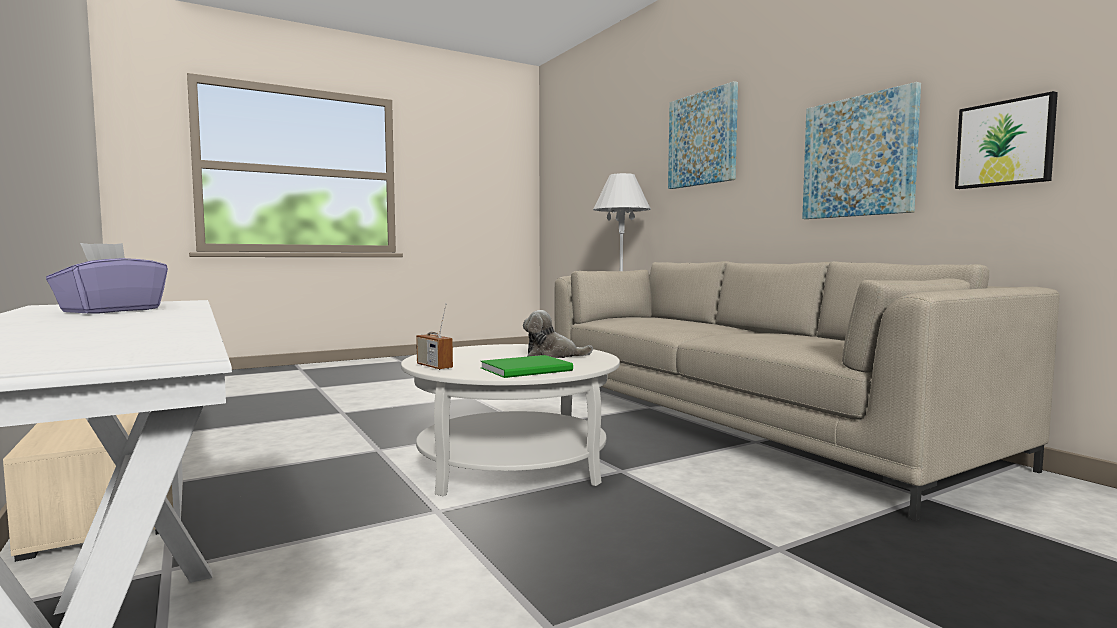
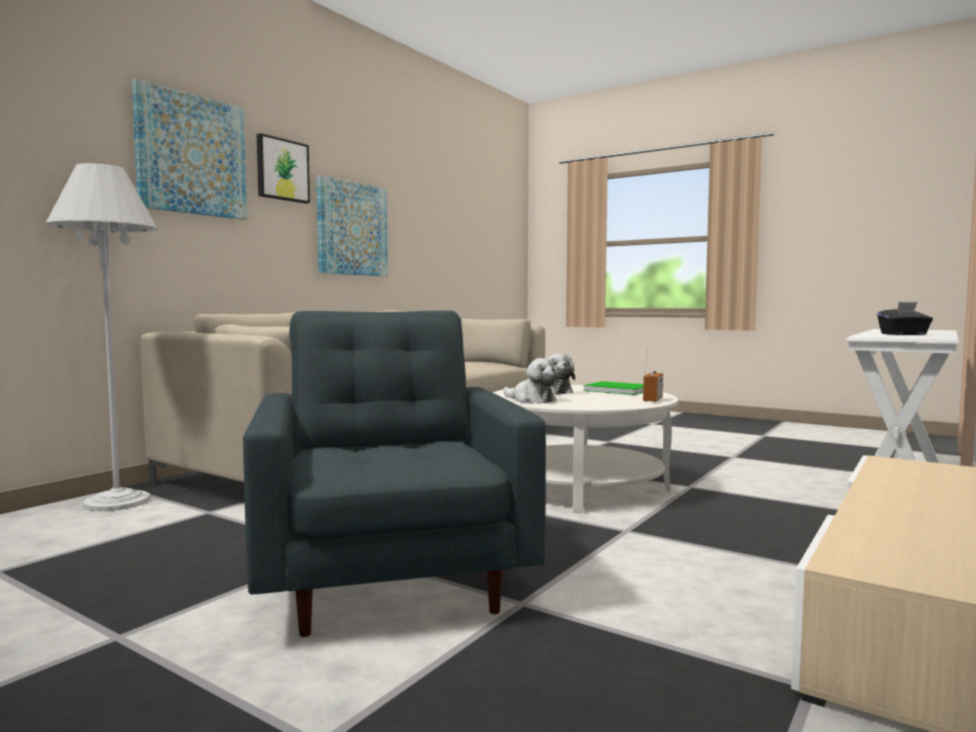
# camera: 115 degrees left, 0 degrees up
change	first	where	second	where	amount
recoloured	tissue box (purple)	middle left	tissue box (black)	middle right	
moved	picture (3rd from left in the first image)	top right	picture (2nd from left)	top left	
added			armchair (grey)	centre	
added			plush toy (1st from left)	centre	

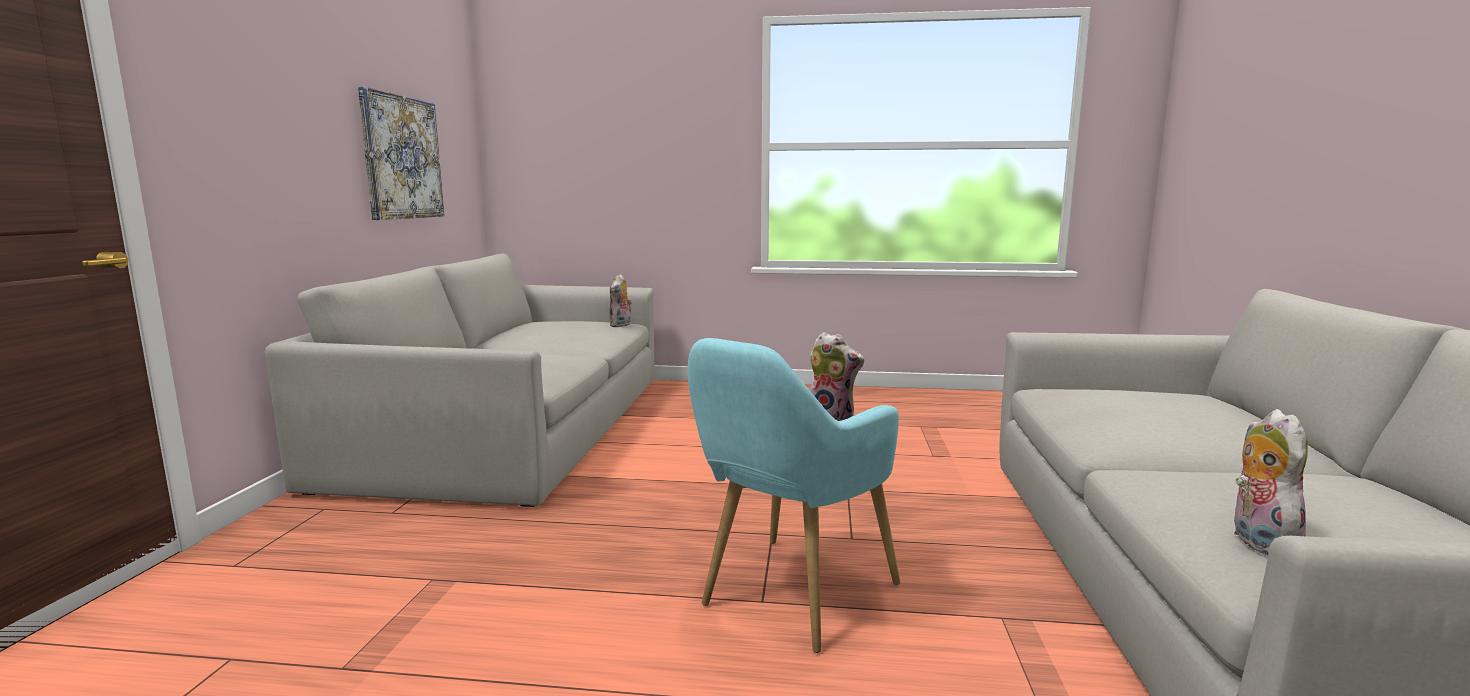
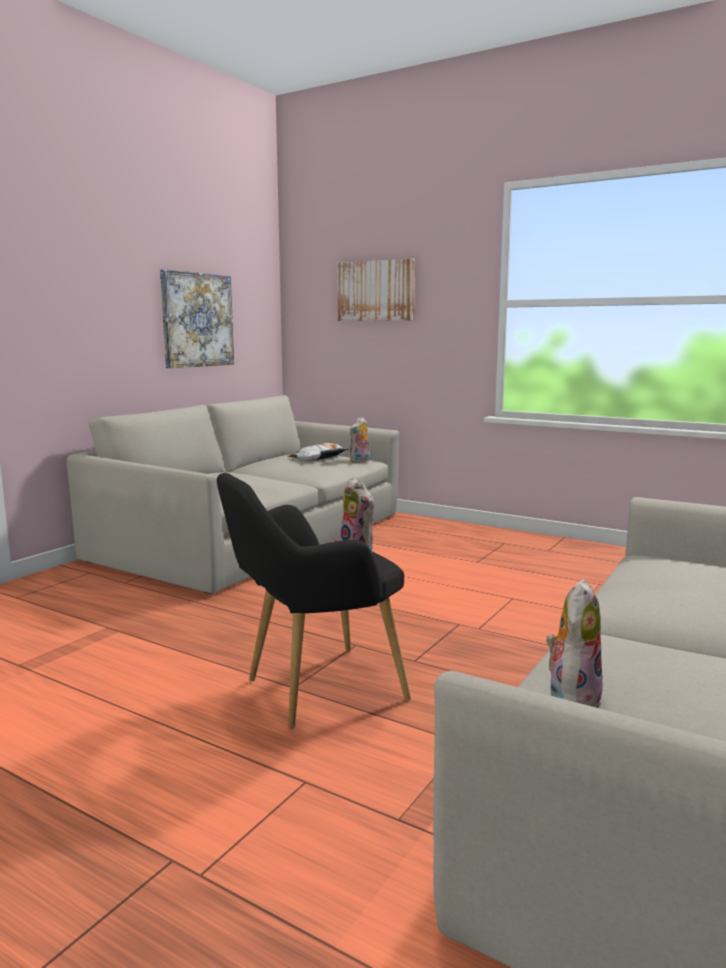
# camera: 25 degrees right, 0 degrees up
change	first	where	second	where	amount
recoloured	armchair (turquoise)	bottom centre	armchair (black)	centre	
added			pillow	centre	
added			picture (2nd from left)	top centre	

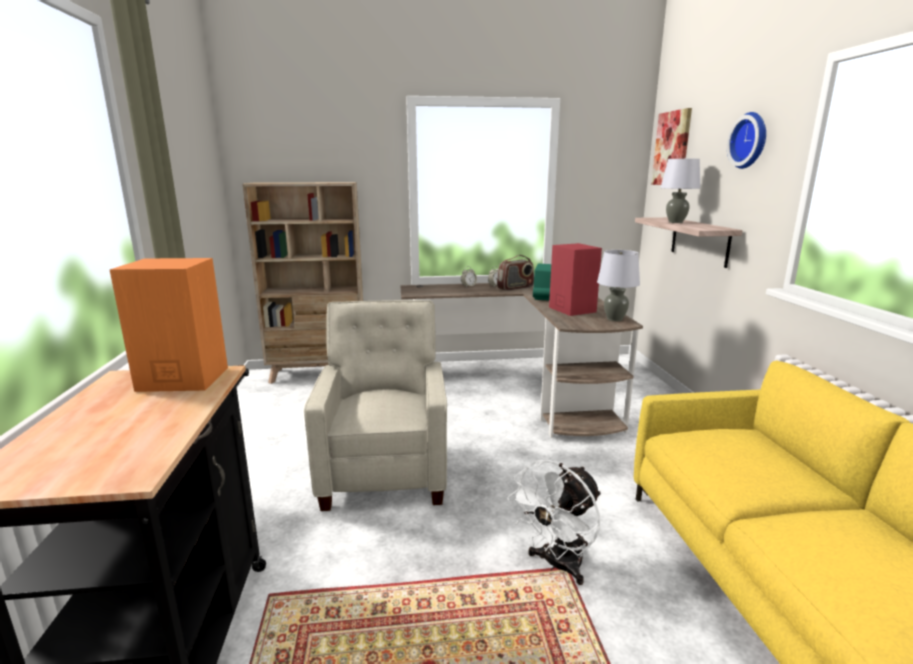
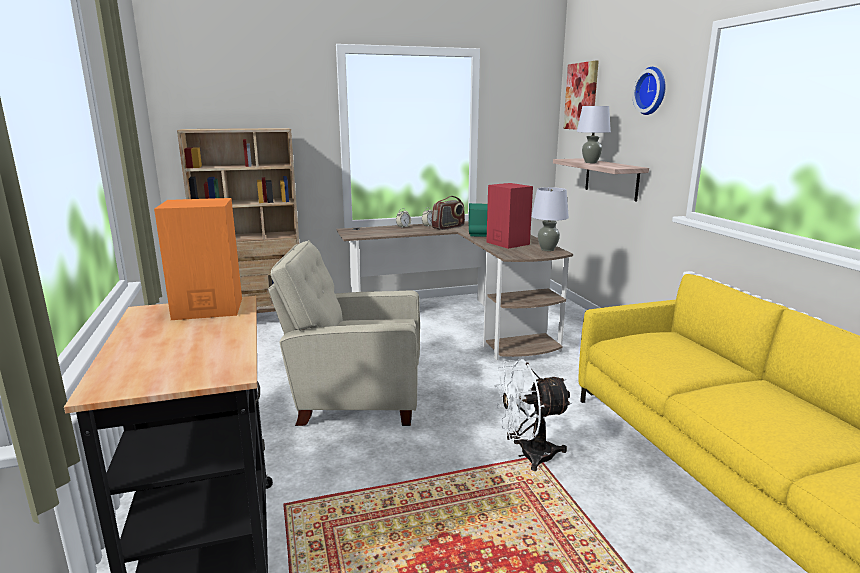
# camera: 10 degrees left, 0 degrees up
change	first	where	second	where	amount
turned	armchair (beige)	centre		centre	75 degrees counterclockwise
turned	fan (white)	bottom centre		bottom centre	45 degrees clockwise

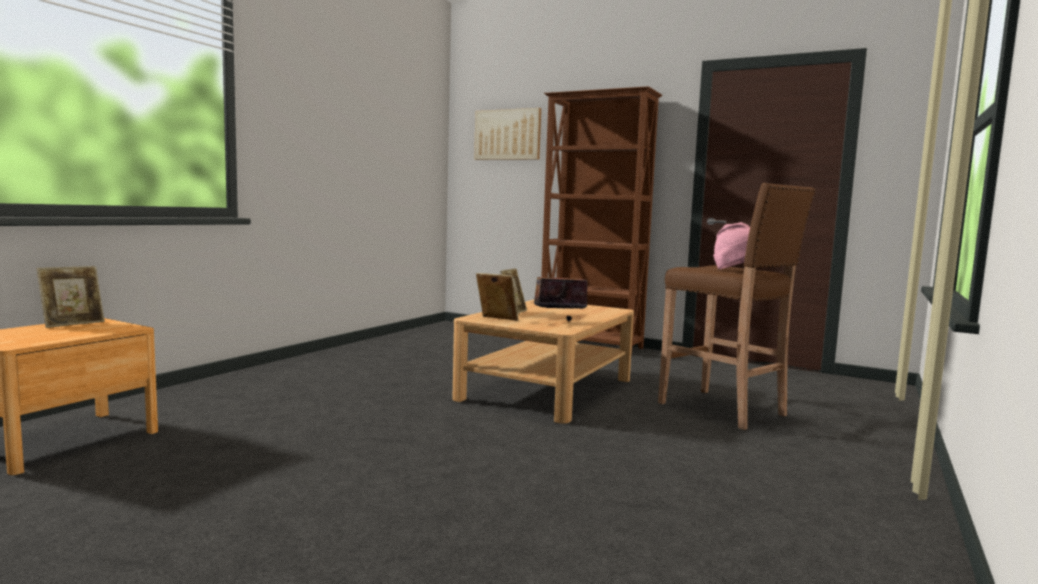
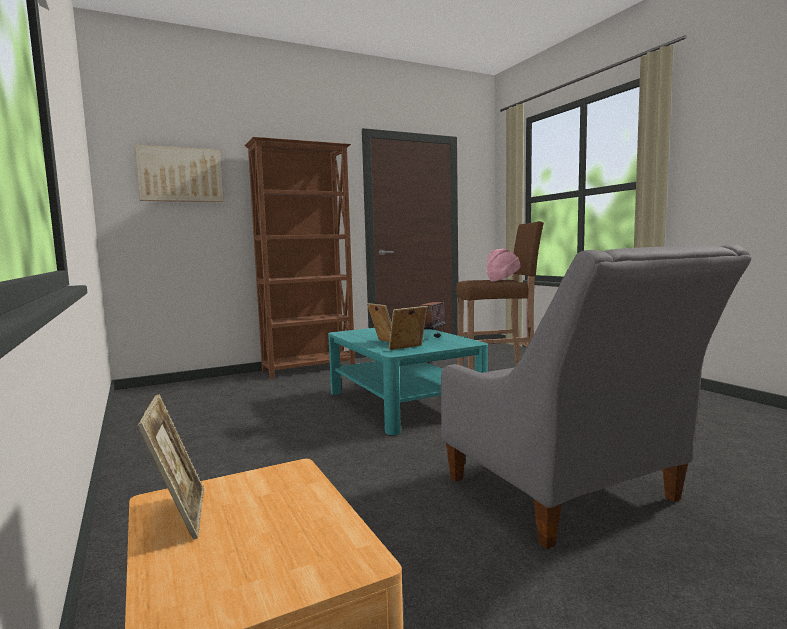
# camera: 55 degrees left, 0 degrees up
change	first	where	second	where	amount
recoloured	coffee table (beige)	centre	coffee table (turquoise)	centre	
added			armchair (grey)	middle right	

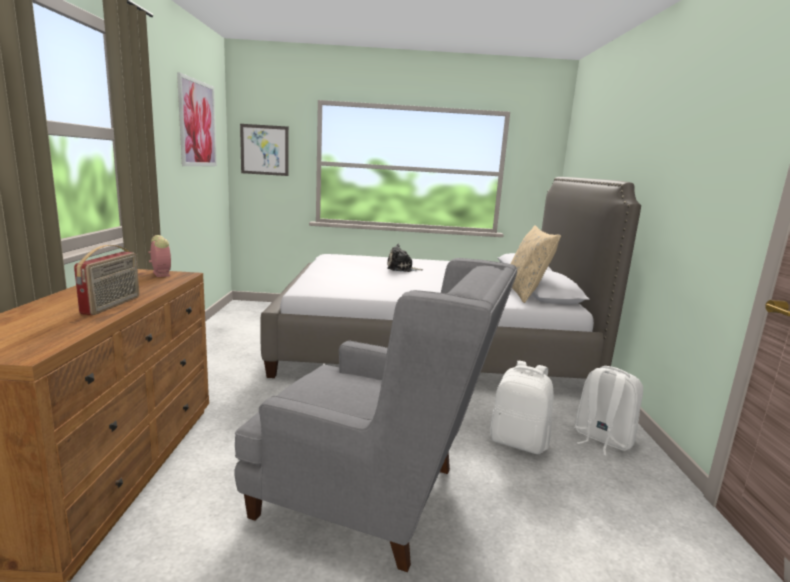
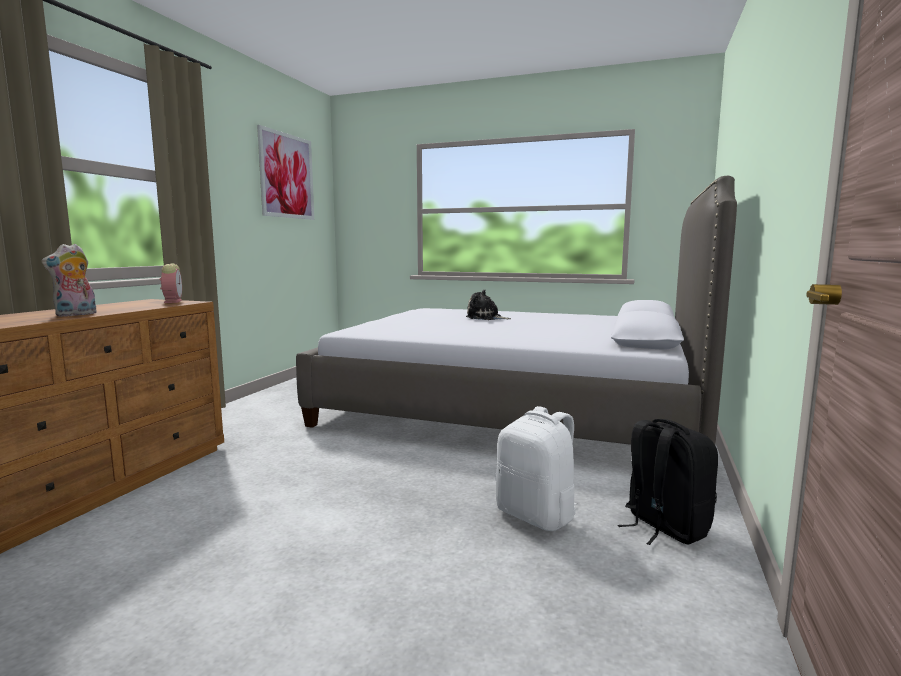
# camera: 20 degrees right, 5 degrees down
change	first	where	second	where	amount
replaced	radio	middle left	plush toy (1st from left)	middle left	
removed	armchair (grey)	bottom centre			
removed	picture (2nd from left)	top centre			
removed	pillow (beige)	middle right			
recoloured	backpack (white) (2nd from left)	bottom right	backpack (black)	bottom right	

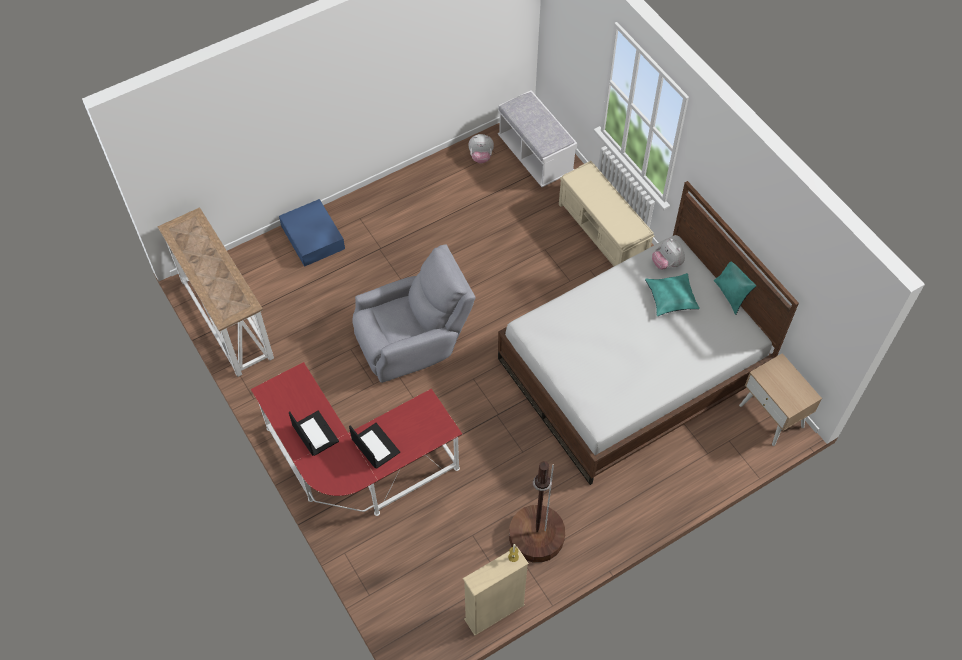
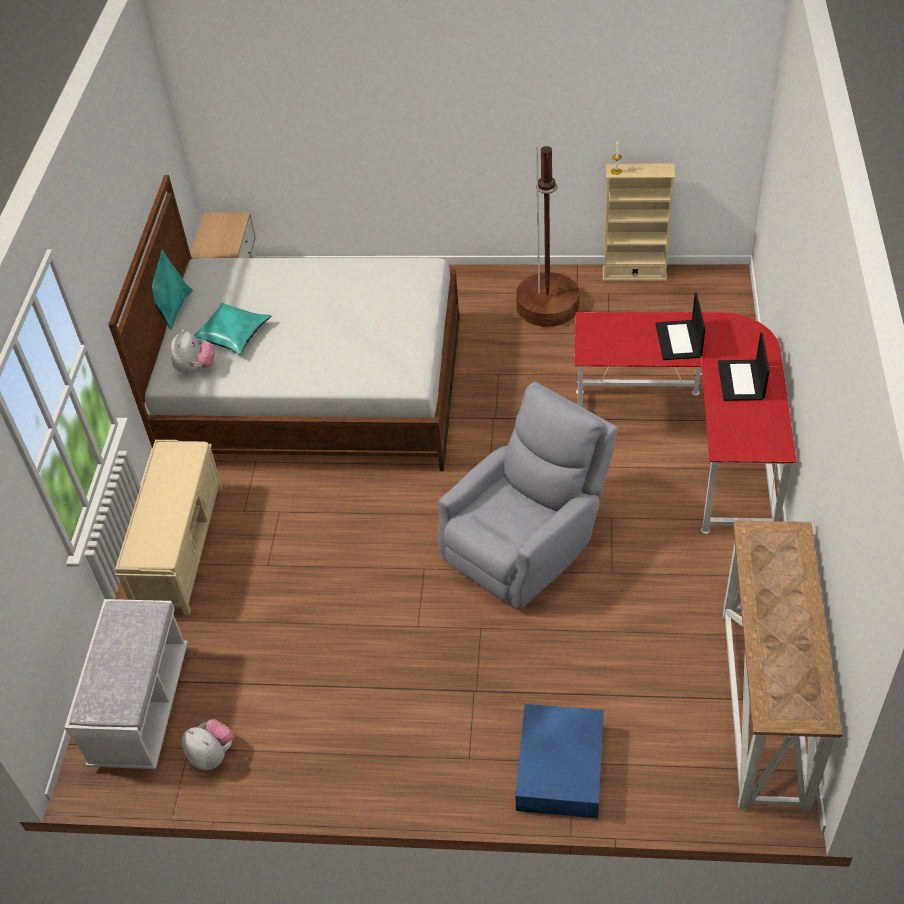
# camera: 140 degrees left, 10 degrees down
change	first	where	second	where	amount
turned	armchair (grey)	centre		centre	120 degrees clockwise

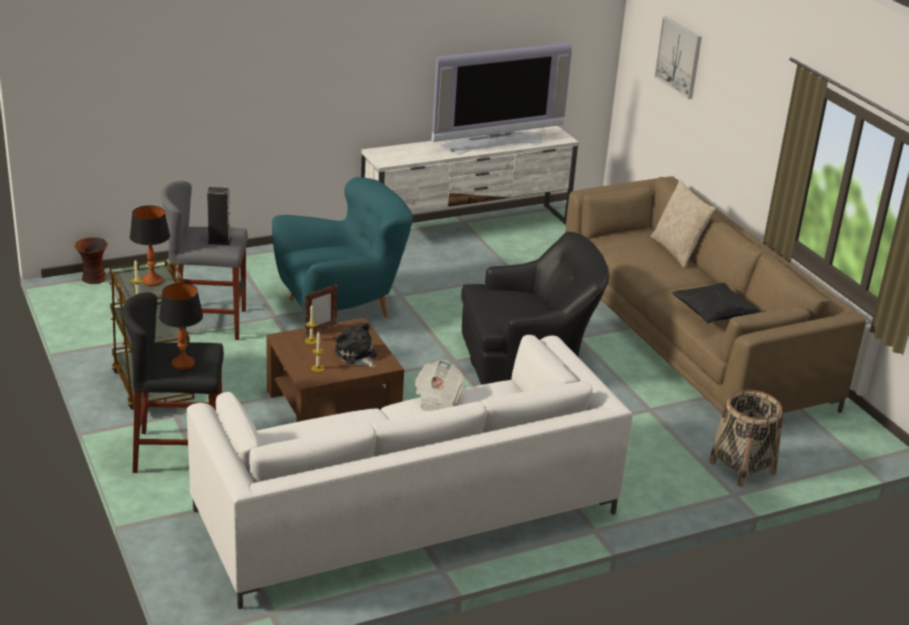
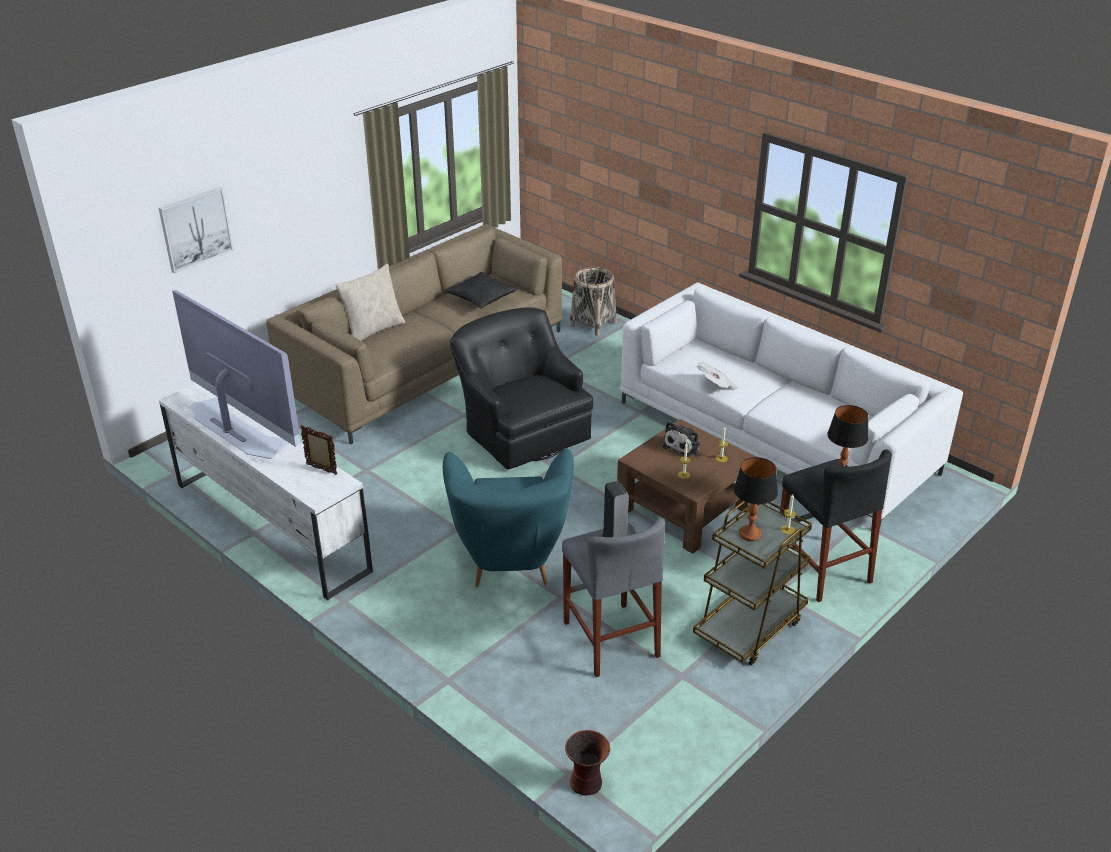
# camera: 110 degrees left, 5 degrees up
change	first	where	second	where	amount
turned	armchair (turquoise)	centre		centre	135 degrees counterclockwise
moved	picture frame	centre		middle left	

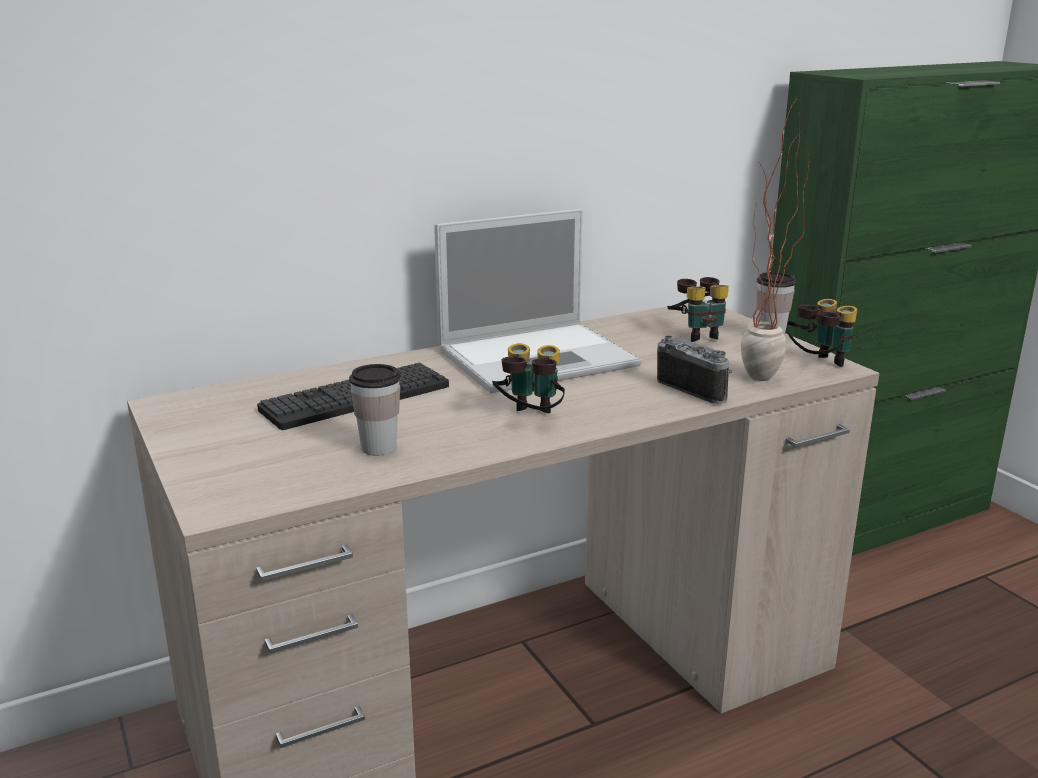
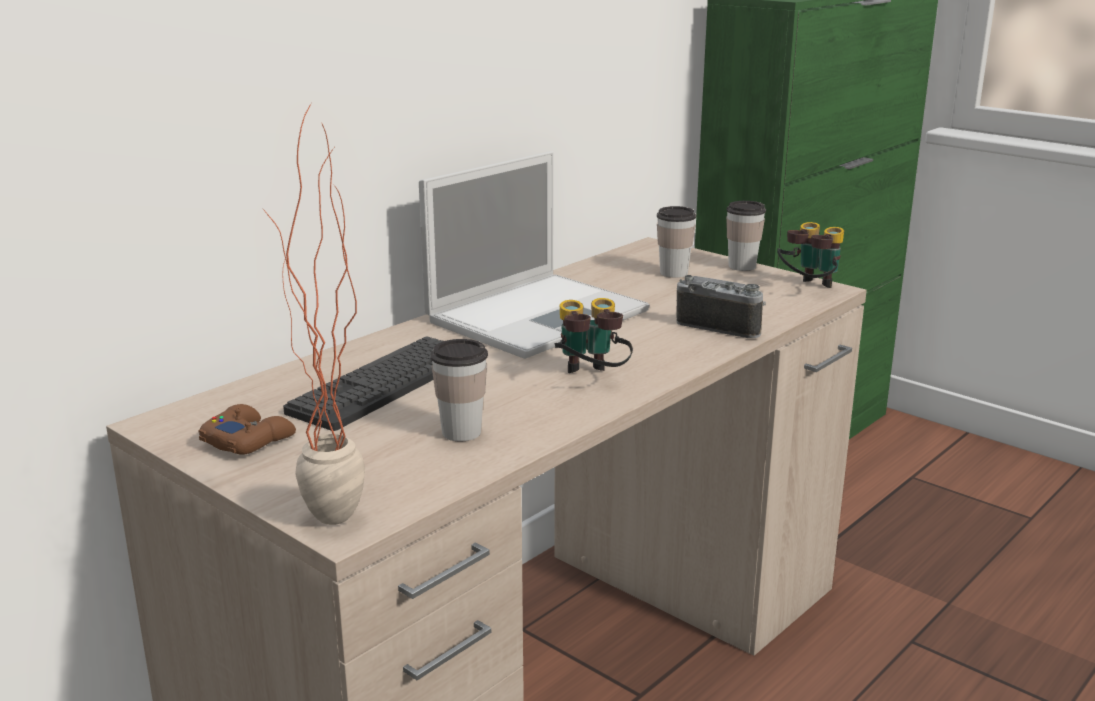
# camera: 20 degrees left, 0 degrees up
change	first	where	second	where	amount
replaced	binoculars (2nd from left)	middle right	cup (2nd from left)	centre	
moved	potted plant	top right		middle left	
added			game controller (brown)	middle left	

